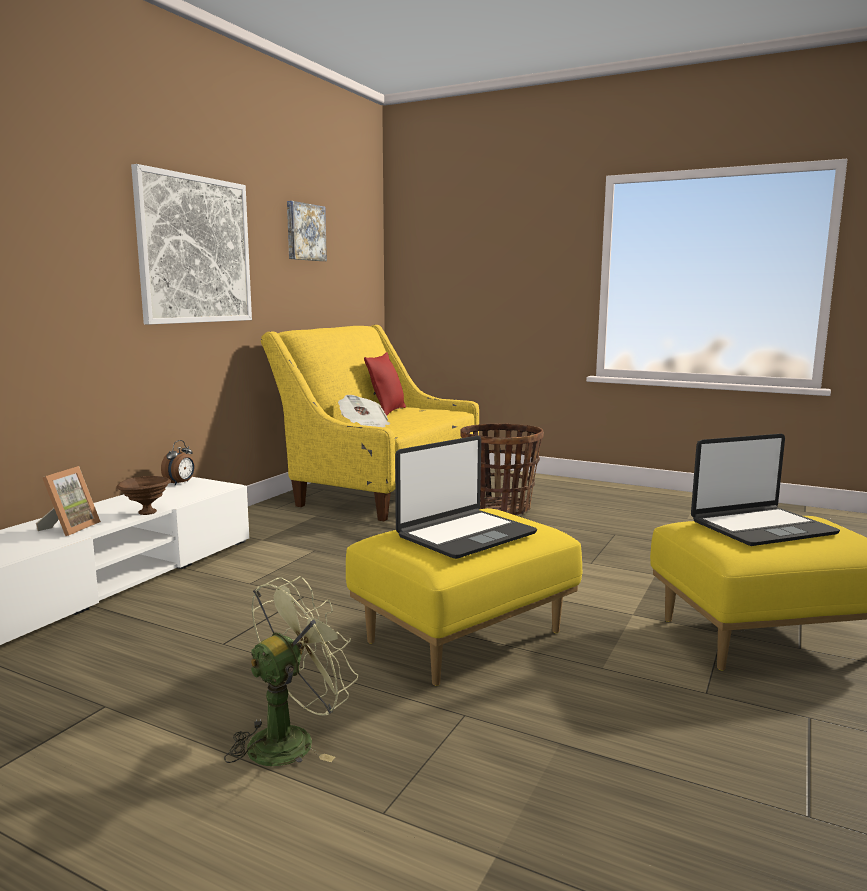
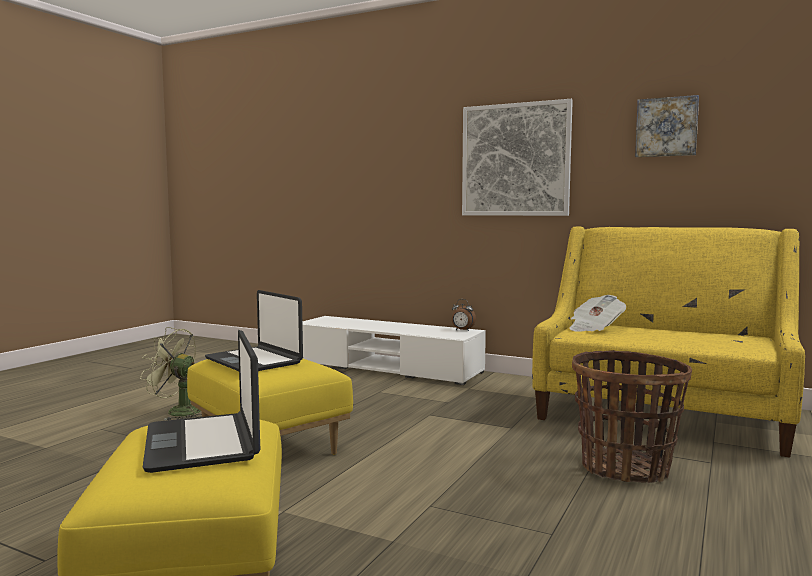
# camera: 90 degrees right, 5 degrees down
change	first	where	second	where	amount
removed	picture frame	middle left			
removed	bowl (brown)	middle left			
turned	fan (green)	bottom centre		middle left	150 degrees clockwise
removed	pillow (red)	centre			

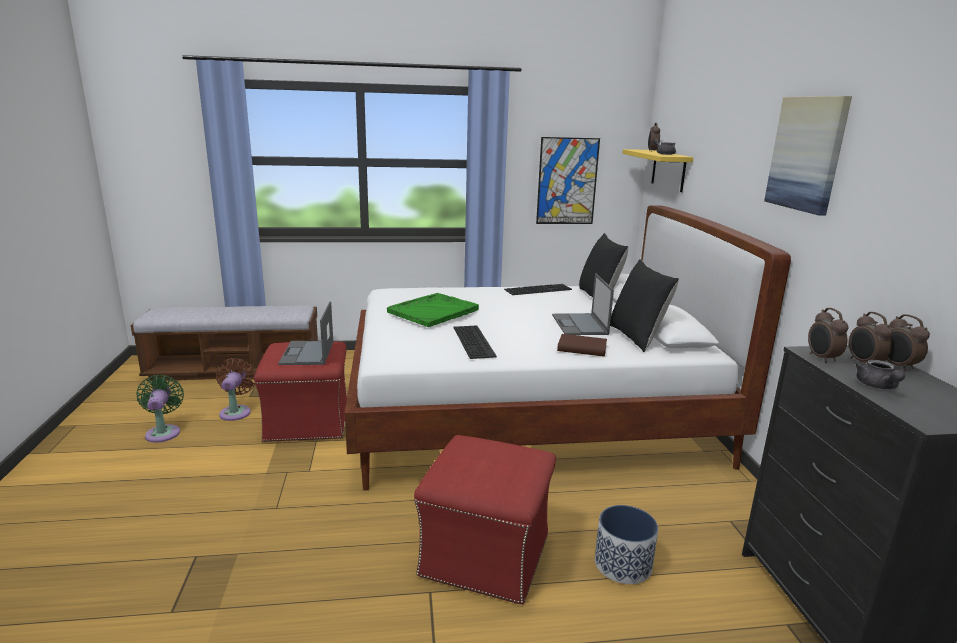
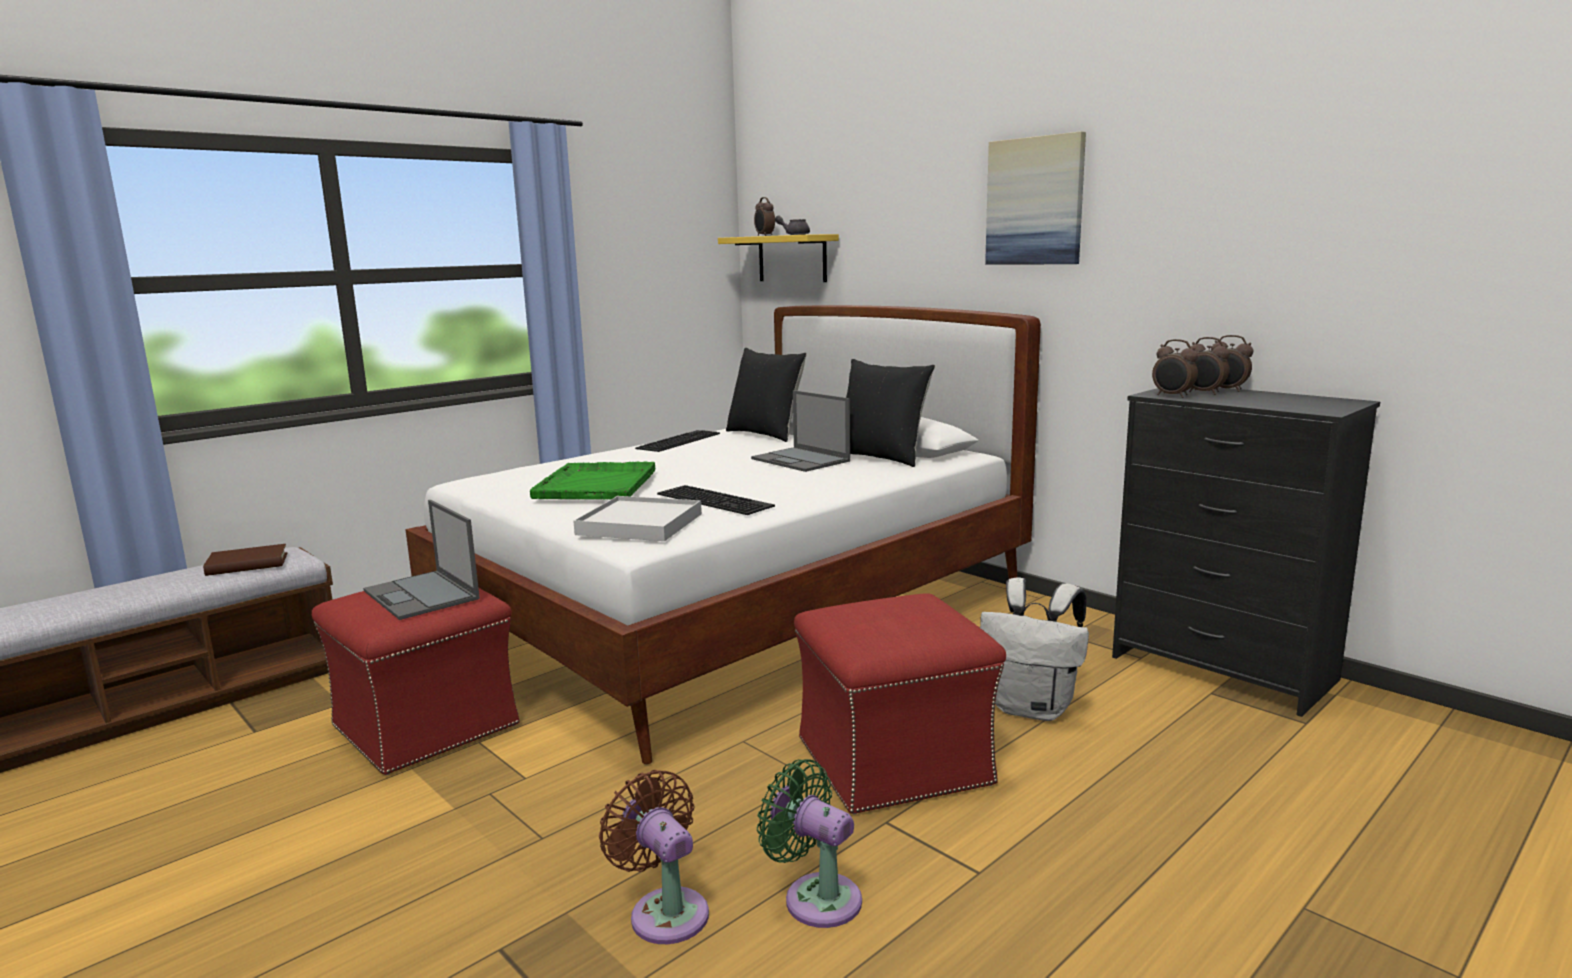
# camera: 35 degrees left, 5 degrees down
change	first	where	second	where	amount
moved	fan (green)	middle left		bottom centre	
moved	fan (brown)	middle left		bottom centre	
removed	picture (1st from left)	top centre			
moved	book (brown)	centre		middle left	
replaced	planter	bottom centre	backpack (white)	centre	
removed	teapot (grey) (2nd from left)	middle right			
added			tray (white)	centre	

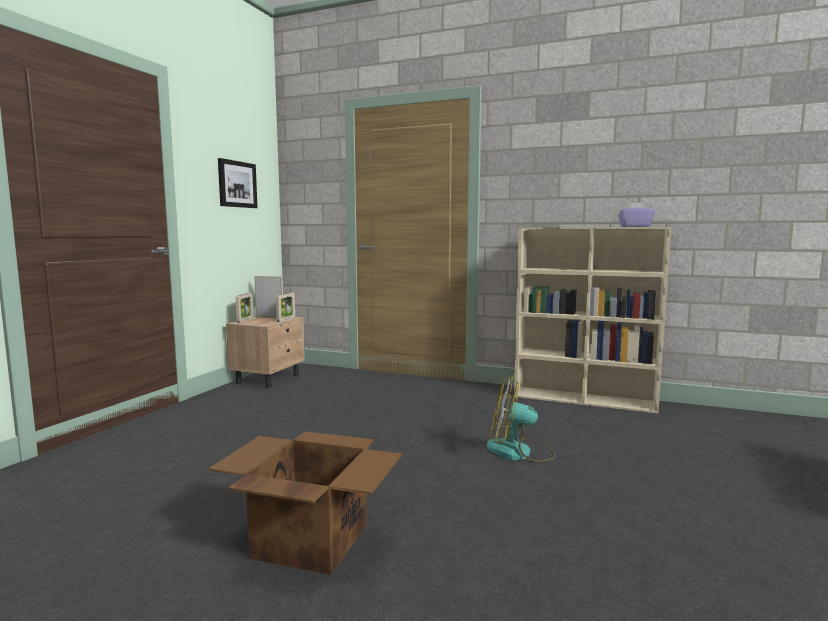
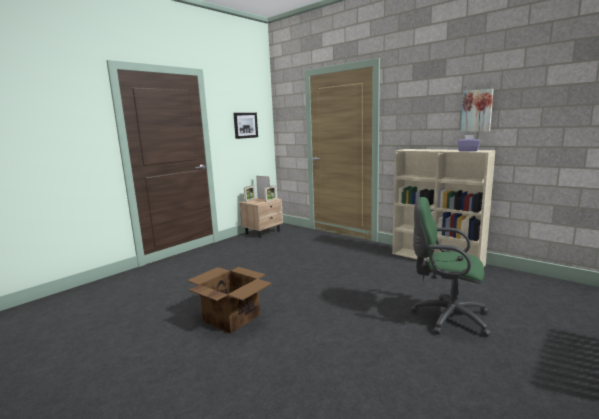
# camera: 20 degrees right, 5 degrees up
change	first	where	second	where	amount
removed	fan	bottom centre			
added			office chair (green)	middle right	
added			picture (2nd from left)	top right	

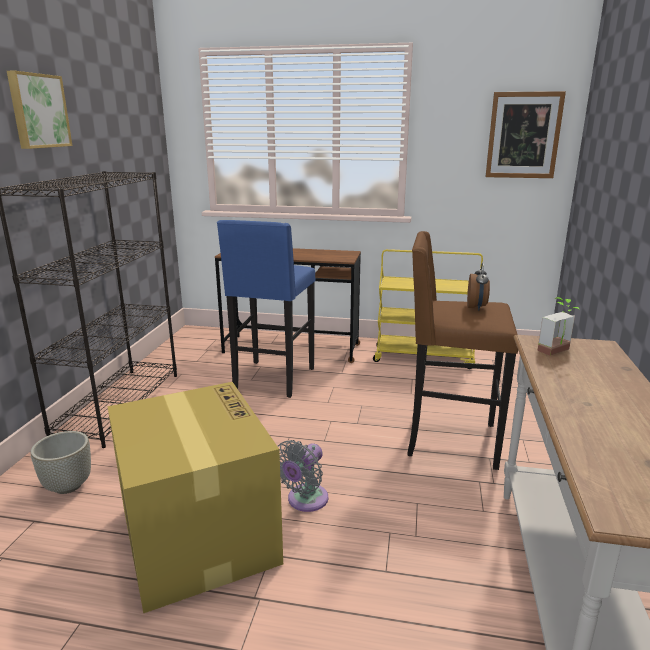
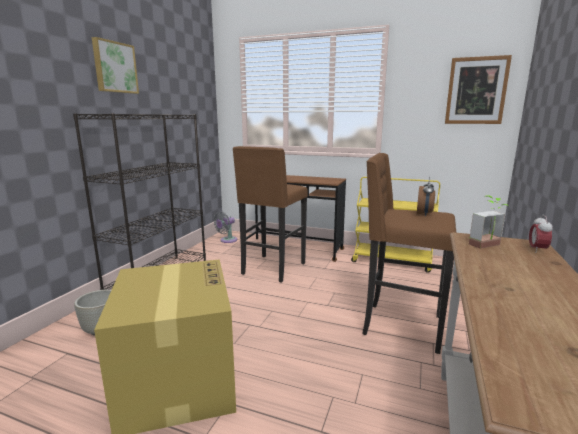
# camera: 10 degrees right, 5 degrees down
change	first	where	second	where	amount
recoloured	stool (blue)	centre	stool (brown) (1st from left)	centre	
moved	fan (grey)	bottom centre		centre	
added			alarm clock (2nd from left)	middle right	

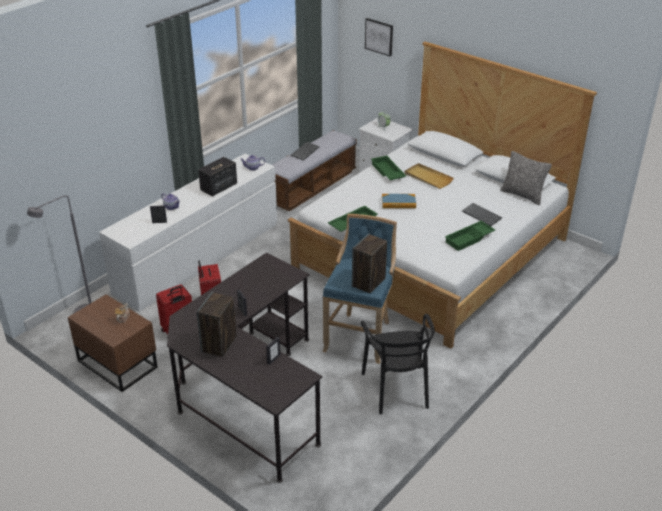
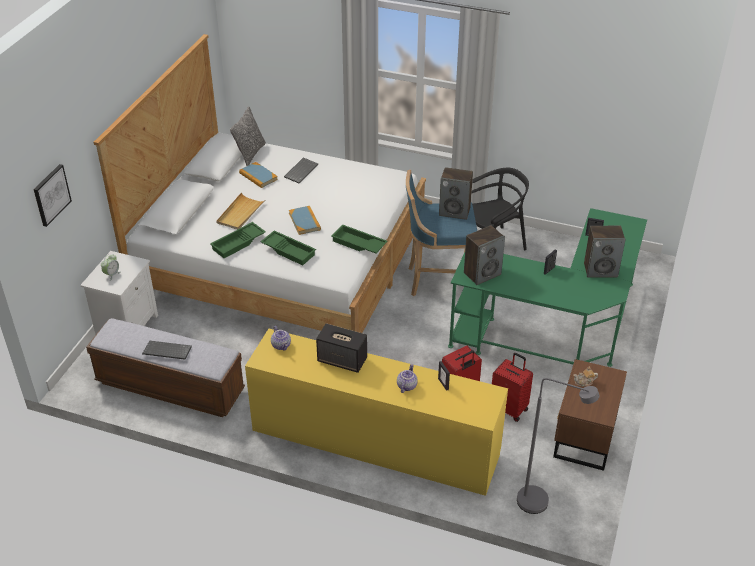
# camera: 110 degrees left, 5 degrees up
change	first	where	second	where	amount
recoloured	dresser (white)	middle left	dresser (yellow)	bottom centre	
recoloured	desk (black)	bottom centre	desk (green)	middle right	
moved	tray (green) (3rd from left in the first image)	middle right	tray (green) (2nd from left)	centre	
added			book (1st from left)	top centre	
added			speaker (3rd from left)	centre	

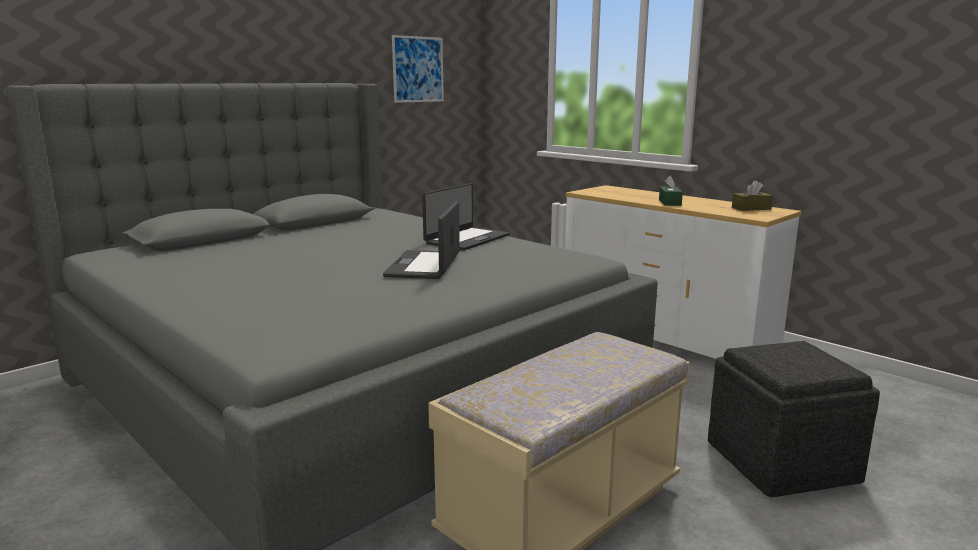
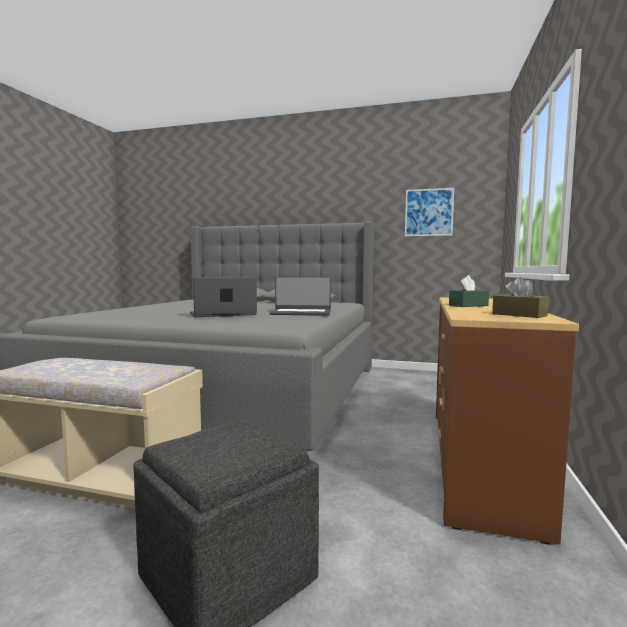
# camera: 60 degrees right, 10 degrees down
change	first	where	second	where	amount
recoloured	dresser (white)	middle right	dresser (brown)	bottom right	

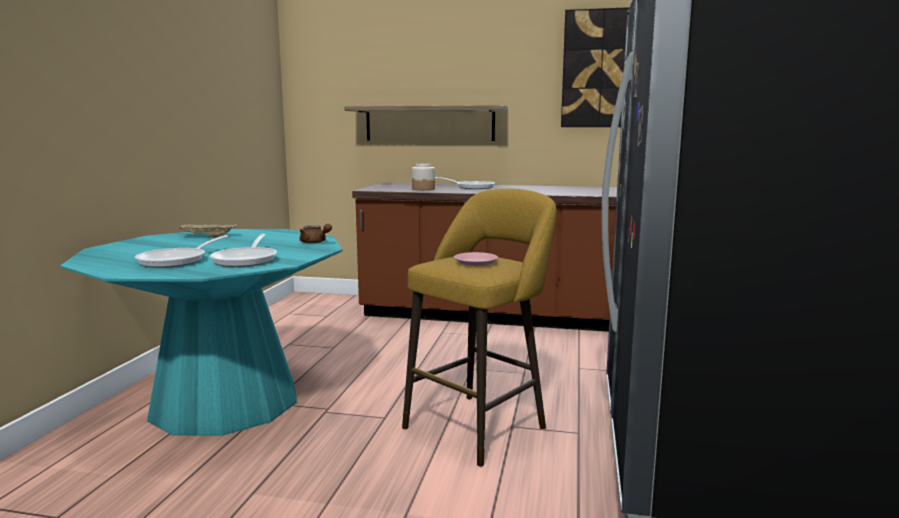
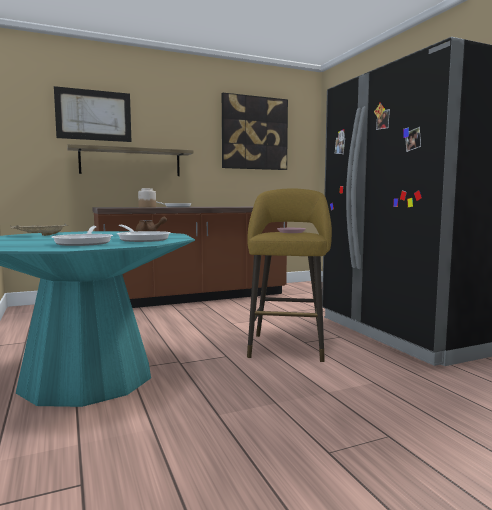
# camera: 35 degrees left, 5 degrees down
change	first	where	second	where	amount
added			picture (1st from left)	top left	

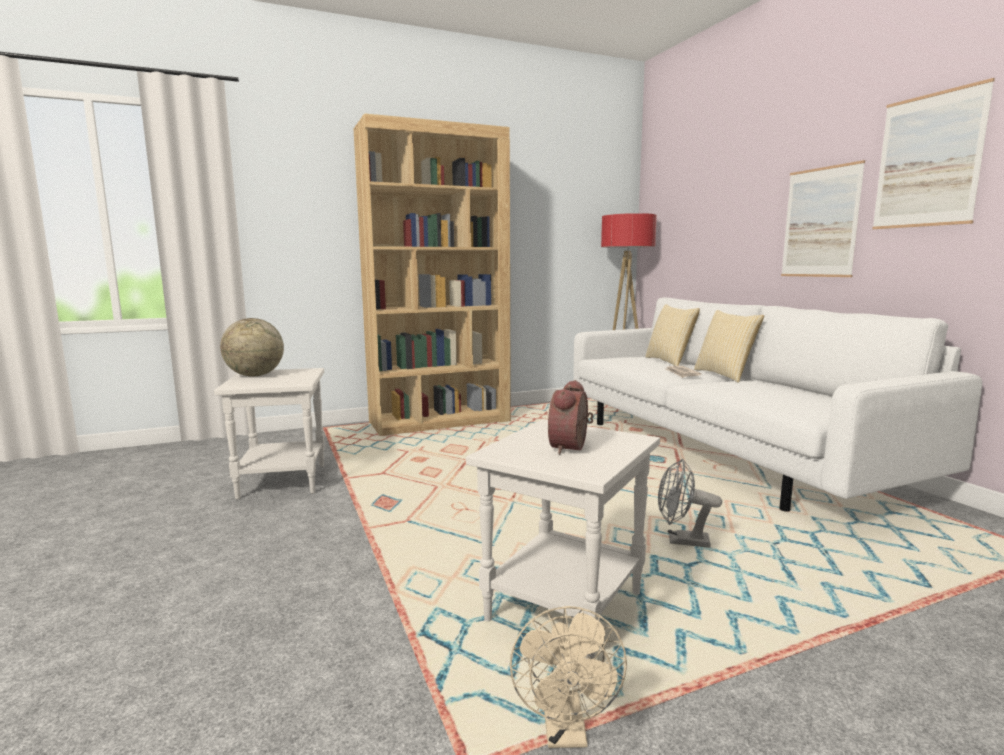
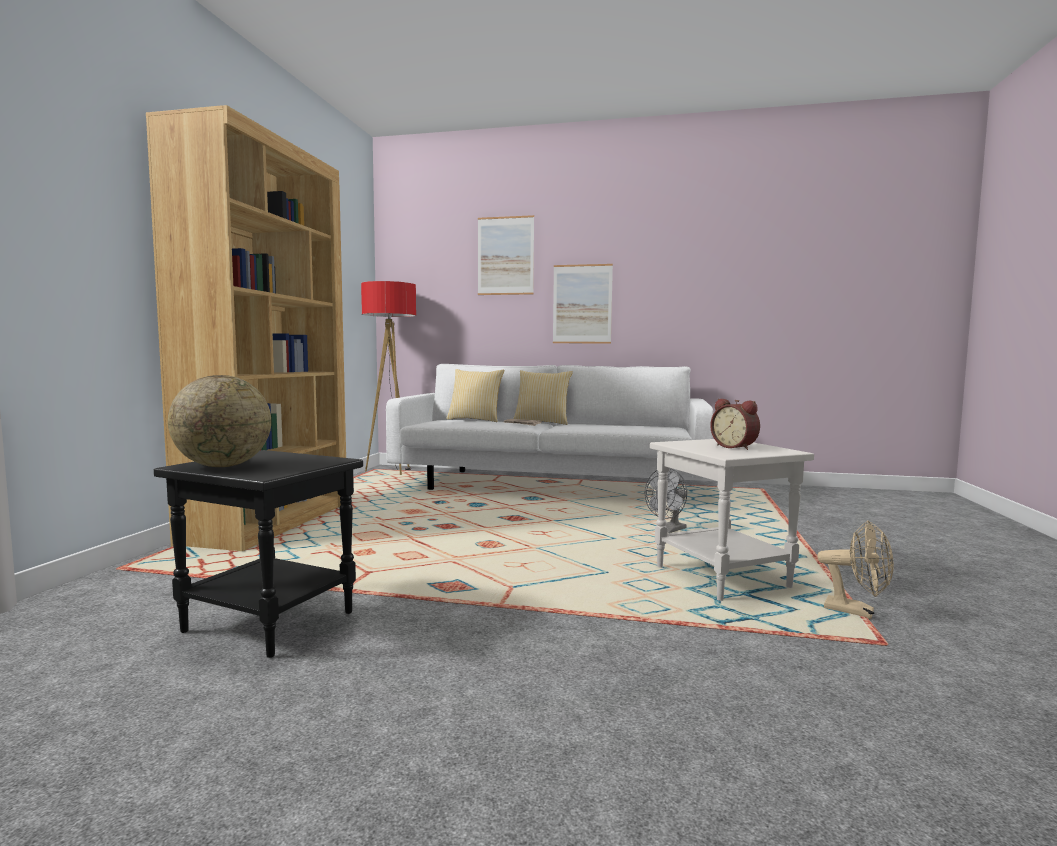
# camera: 55 degrees left, 5 degrees down
change	first	where	second	where	amount
recoloured	side table (white) (1st from left)	middle left	side table (black)	middle left	
moved	picture (2nd from left in the first image)	top right	picture (1st from left)	top centre	

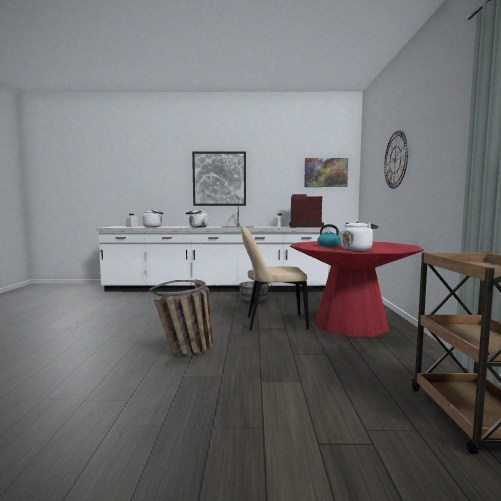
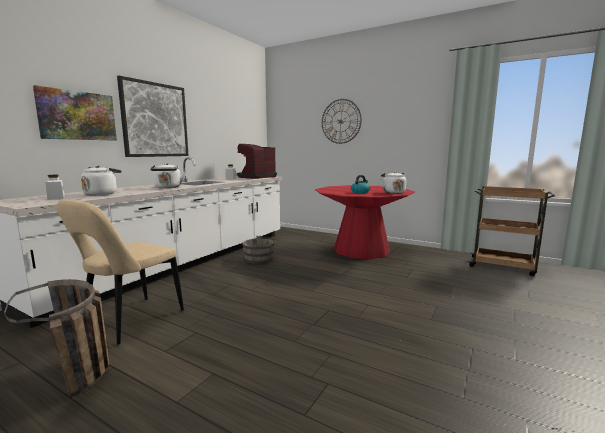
# camera: 60 degrees left, 5 degrees up
change	first	where	second	where	amount
moved	basket	centre		bottom left	
moved	chair (beige)	centre		middle left	
moved	picture (2nd from left in the first image)	centre	picture (1st from left)	top left	

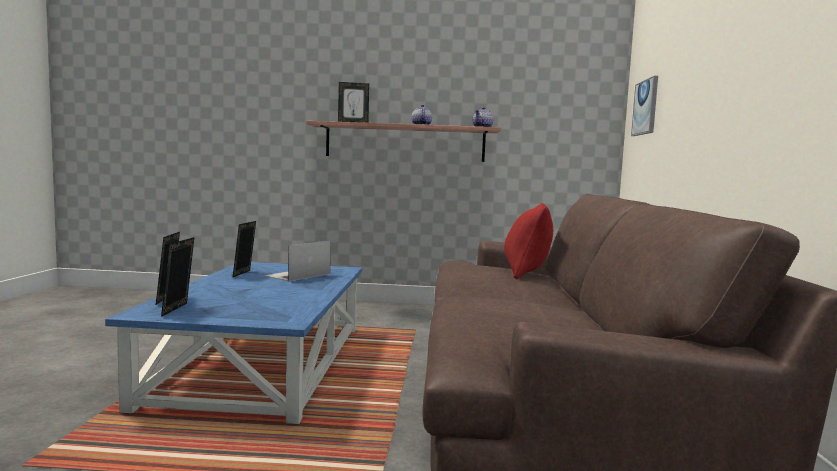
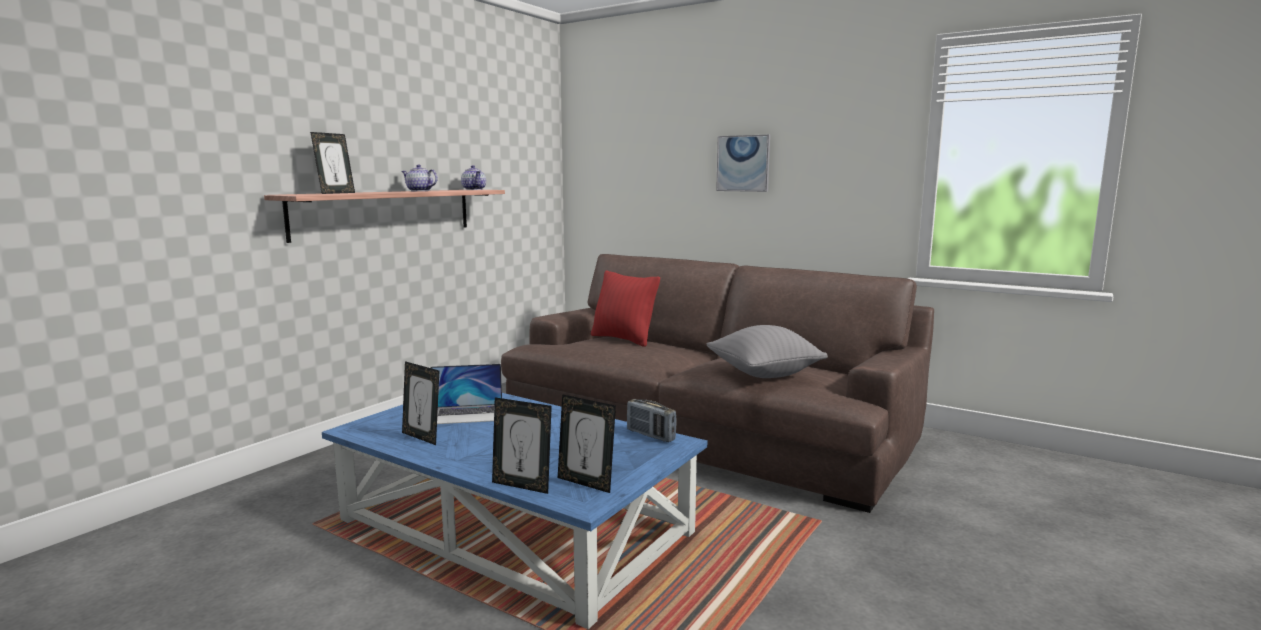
# camera: 60 degrees left, 5 degrees up
change	first	where	second	where	amount
turned	laptop	centre		centre	75 degrees counterclockwise
moved	picture	top right		top centre	
added			radio	bottom centre	
added			pillow (grey)	centre	

